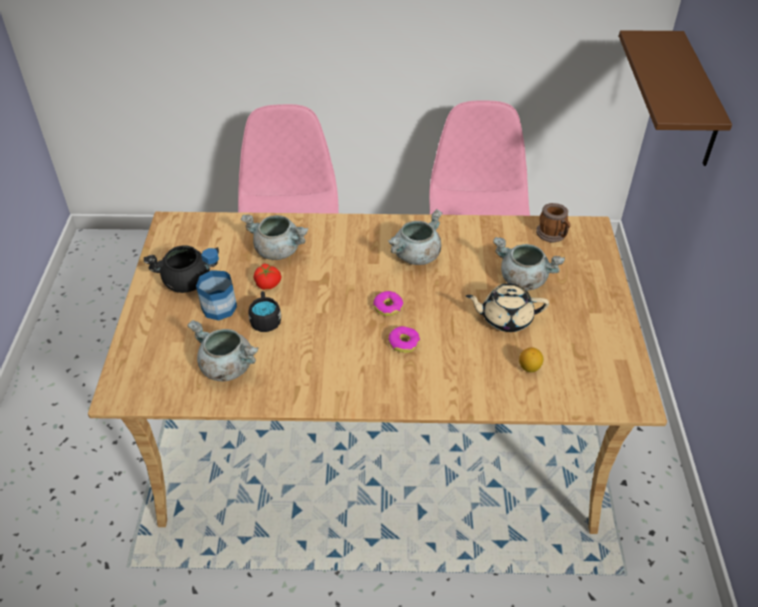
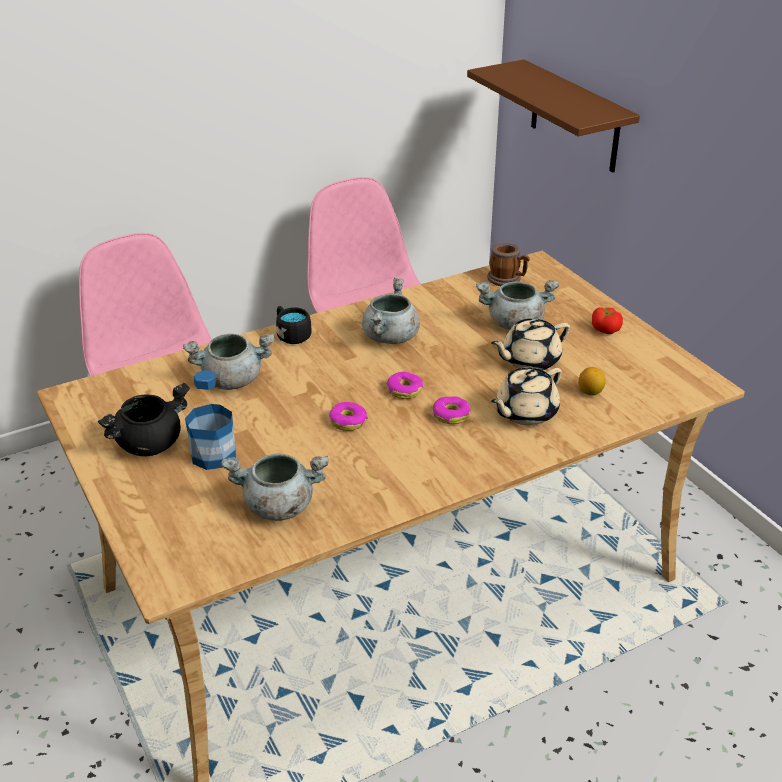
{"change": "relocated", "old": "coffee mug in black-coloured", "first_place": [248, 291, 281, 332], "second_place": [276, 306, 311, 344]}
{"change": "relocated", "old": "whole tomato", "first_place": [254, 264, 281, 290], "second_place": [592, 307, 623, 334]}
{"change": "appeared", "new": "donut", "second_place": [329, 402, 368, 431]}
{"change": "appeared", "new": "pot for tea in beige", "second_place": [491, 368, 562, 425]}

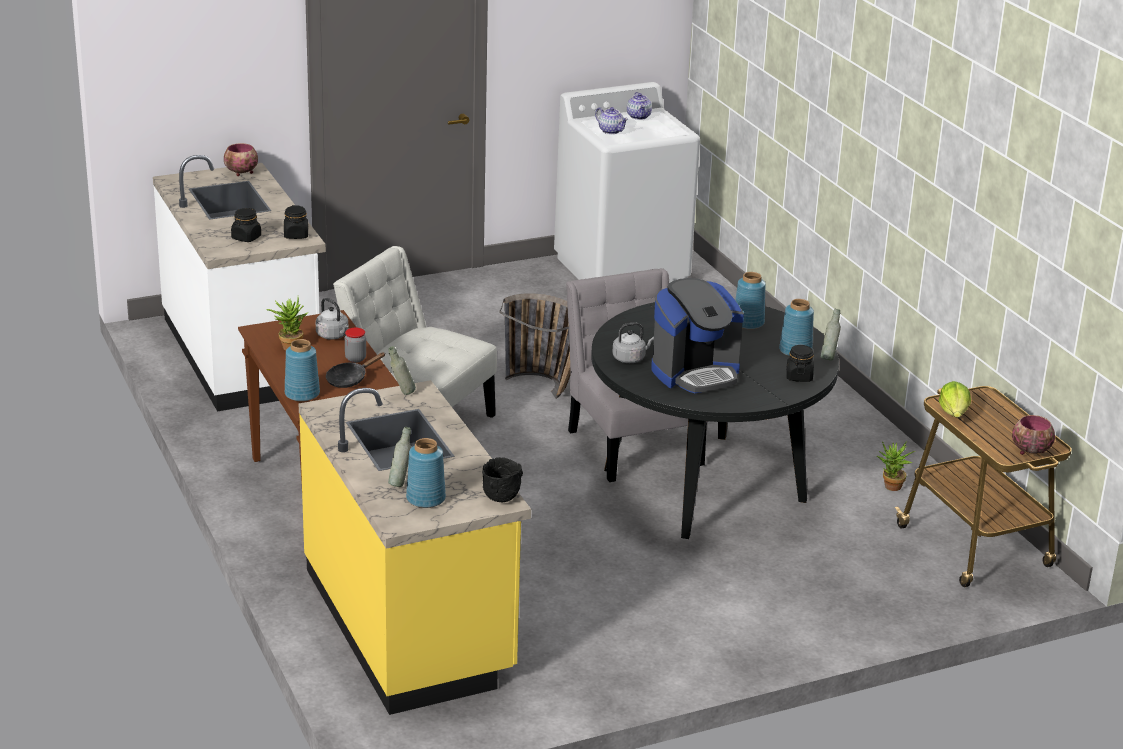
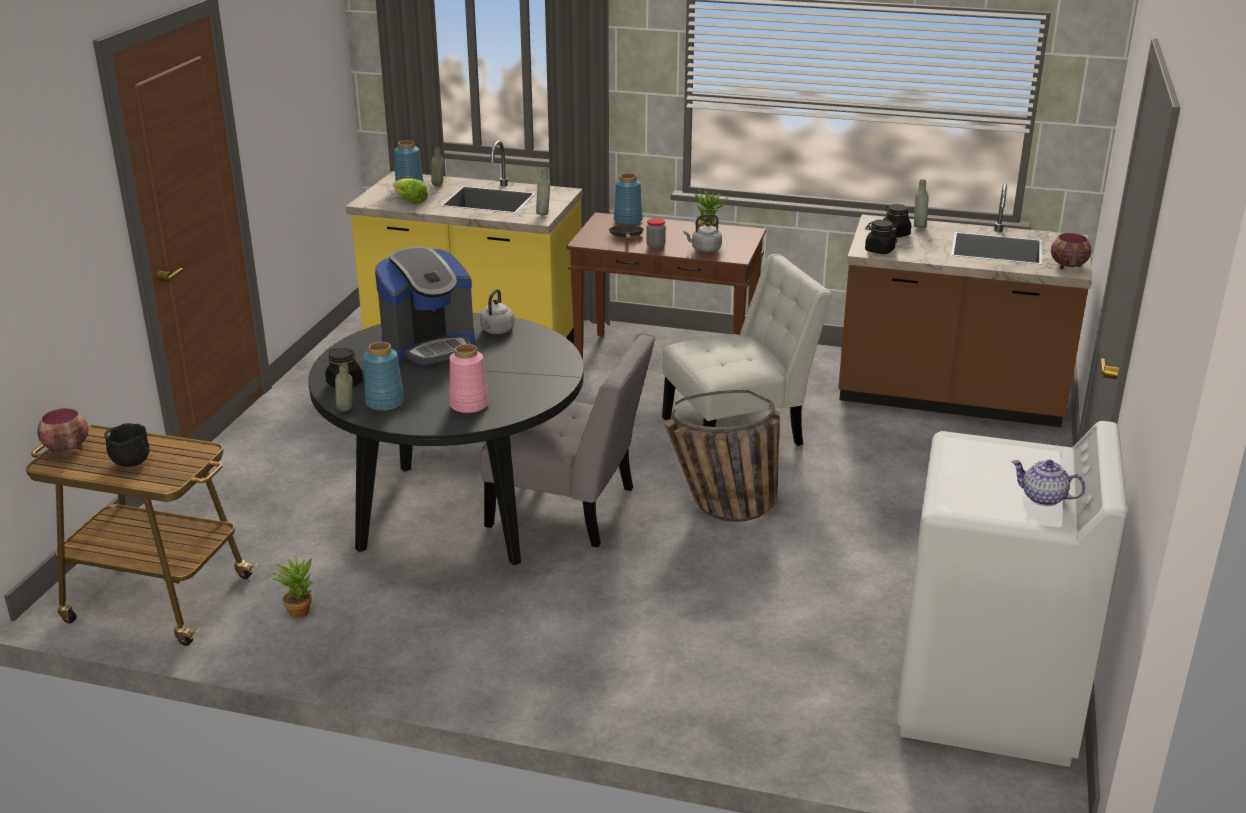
{"change": "colour", "old": "kitchen base unit in whitish", "new": "kitchen base unit in brownish", "first_place": [153, 155, 326, 412], "second_place": [838, 183, 1092, 427]}
{"change": "relocated", "old": "serving bowl in black-coloured", "first_place": [482, 457, 523, 502], "second_place": [104, 423, 150, 467]}
{"change": "missing", "old": "pot for tea", "first_place": [595, 107, 628, 134]}
{"change": "spun", "old": "coffee maker", "first_place": [651, 278, 744, 393], "second_place": [375, 246, 475, 366], "degrees": -135}
{"change": "colour", "old": "flower vase in blue-coloured", "new": "flower vase in pinkish", "first_place": [735, 272, 766, 329], "second_place": [449, 344, 489, 413]}
{"change": "relocated", "old": "lettuce head", "first_place": [939, 381, 971, 417], "second_place": [393, 178, 428, 204]}
{"change": "appeared", "new": "drink bottle in gray", "second_place": [914, 179, 929, 228]}

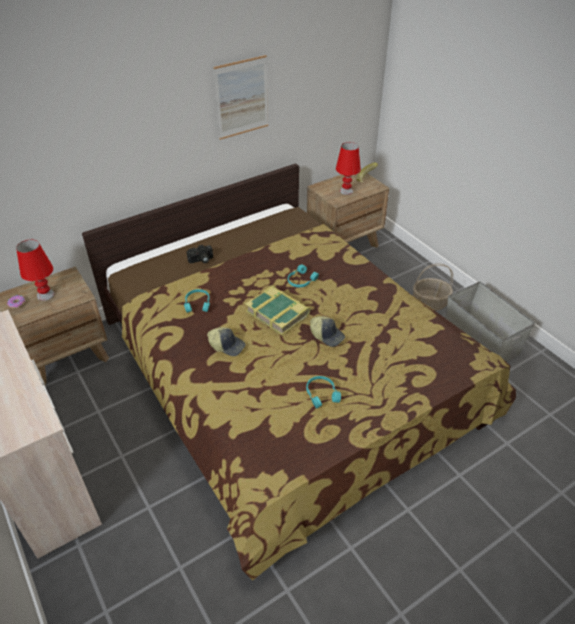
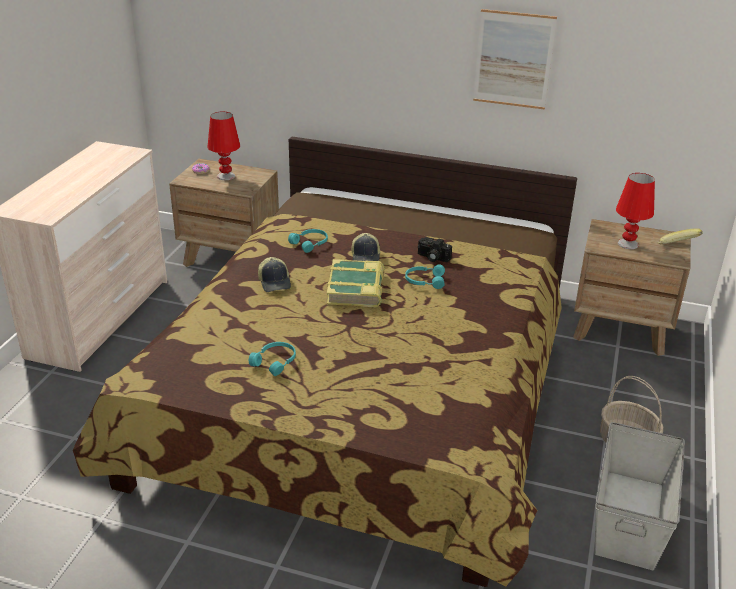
{"change": "relocated", "old": "still camera", "first_place": [186, 245, 213, 263], "second_place": [418, 237, 452, 262]}
{"change": "relocated", "old": "peaked cap", "first_place": [310, 316, 345, 347], "second_place": [352, 233, 380, 261]}

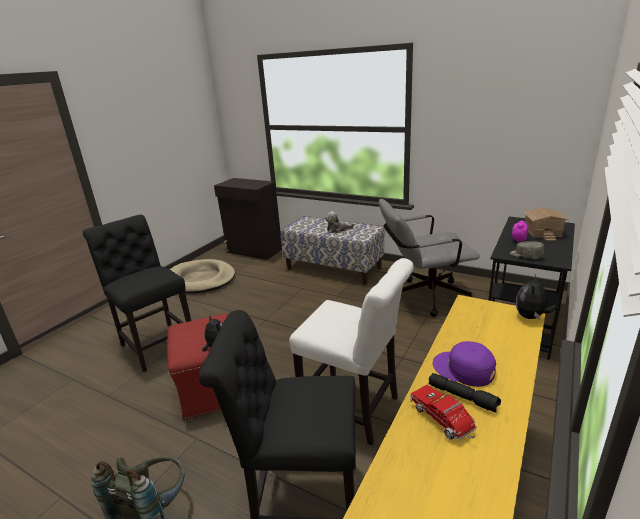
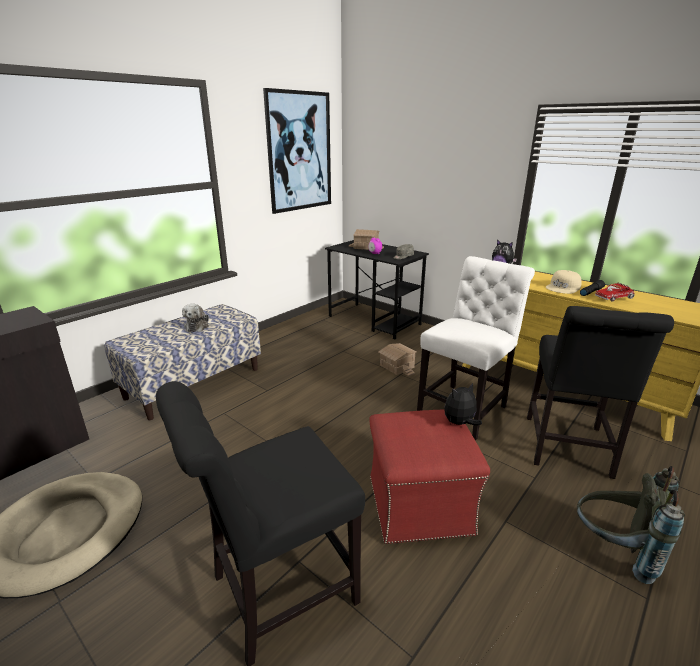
{"change": "missing", "old": "office chair in gray", "first_place": [379, 199, 480, 317]}
{"change": "colour", "old": "peaked cap in purple-coloured", "new": "peaked cap in beige", "first_place": [433, 341, 496, 387], "second_place": [546, 270, 582, 294]}
{"change": "appeared", "new": "picture", "second_place": [263, 88, 331, 214]}
{"change": "appeared", "new": "model house", "second_place": [378, 343, 417, 376]}

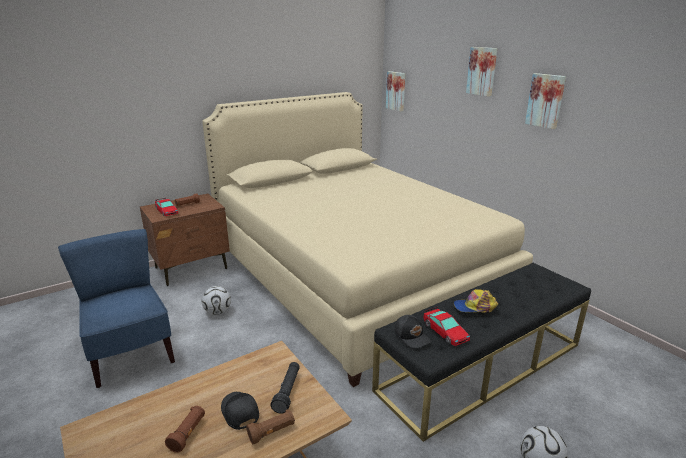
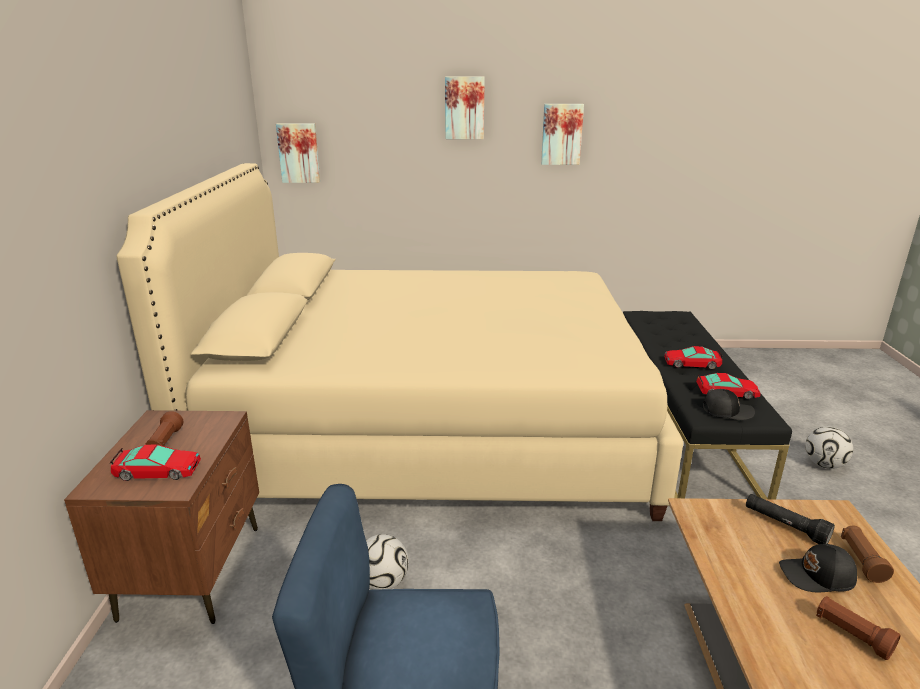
{"change": "exchanged", "old": "peaked cap", "new": "toy car", "first_place": [454, 289, 498, 313], "second_place": [664, 346, 723, 369]}

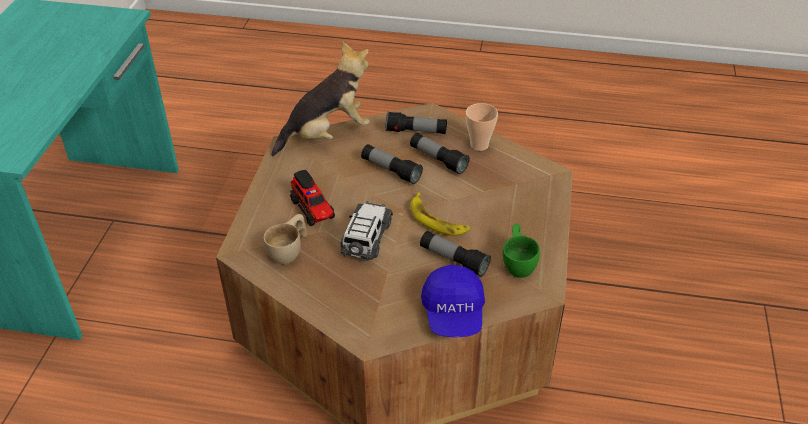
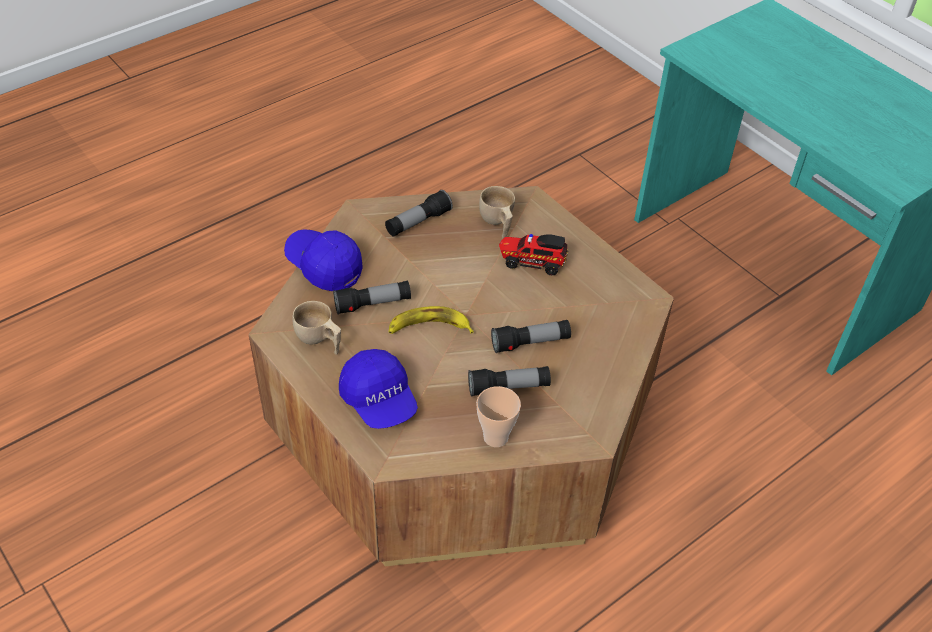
{"change": "missing", "old": "cuddly toy", "first_place": [271, 42, 370, 156]}
{"change": "missing", "old": "toy car", "first_place": [340, 201, 393, 262]}
{"change": "relocated", "old": "flashlight", "first_place": [386, 111, 447, 134], "second_place": [385, 190, 453, 237]}
{"change": "colour", "old": "small cup in greenish", "new": "small cup in beige", "first_place": [503, 224, 540, 278], "second_place": [293, 301, 341, 355]}
{"change": "appeared", "new": "peaked cap in blue-coloured", "second_place": [339, 349, 418, 429]}

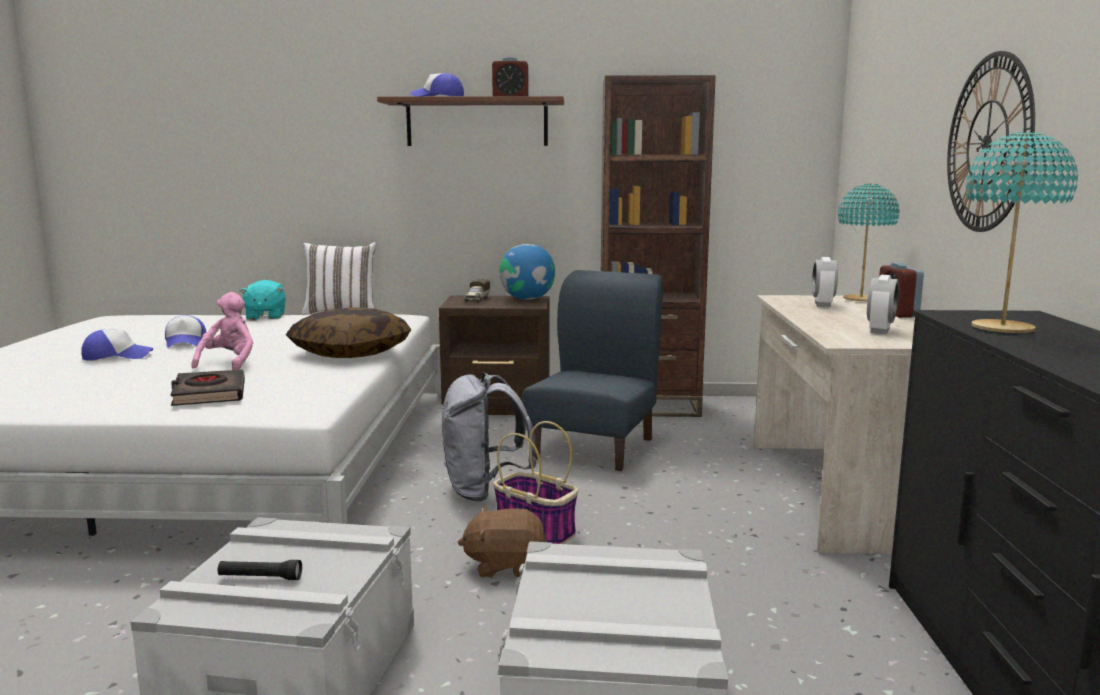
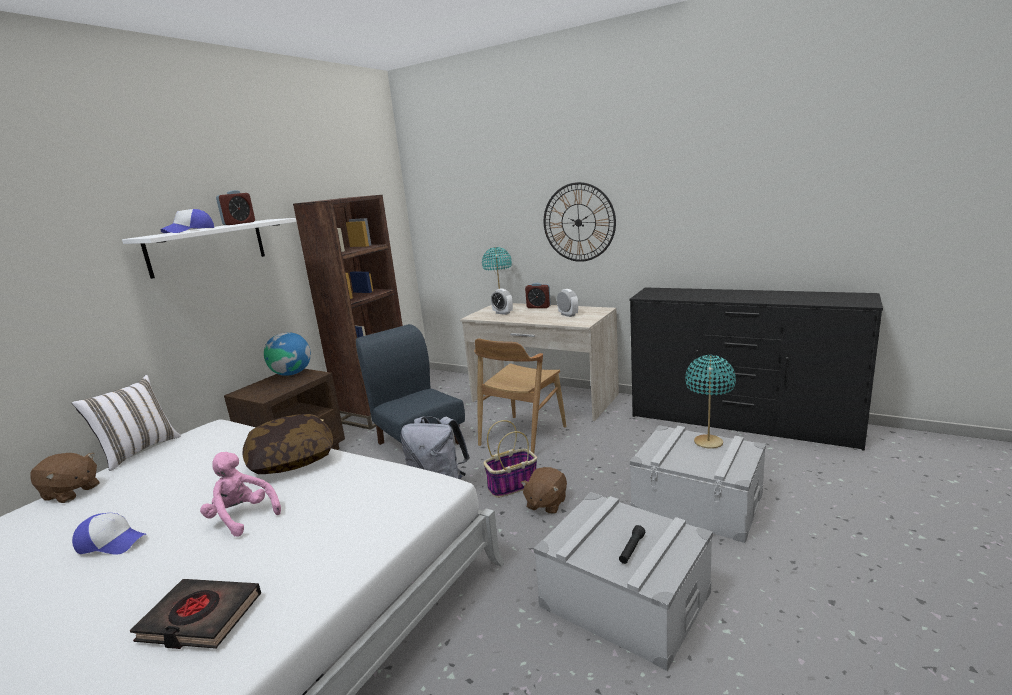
{"change": "missing", "old": "peaked cap", "first_place": [81, 329, 153, 361]}
{"change": "relocated", "old": "volume in black-coloured", "first_place": [171, 370, 245, 406], "second_place": [130, 579, 261, 649]}
{"change": "colour", "old": "cuddly toy in turquoise-coloured", "new": "cuddly toy in brownish", "first_place": [239, 280, 286, 320], "second_place": [30, 453, 100, 503]}
{"change": "colour", "old": "shelf in brownish", "new": "shelf in whitish", "first_place": [377, 96, 564, 146], "second_place": [122, 218, 296, 279]}
{"change": "missing", "old": "model truck", "first_place": [464, 279, 490, 302]}
{"change": "relocated", "old": "lamp for a table in turquoise-coloured", "first_place": [965, 132, 1078, 333], "second_place": [685, 355, 736, 449]}
{"change": "appeared", "new": "plain chair in brownish", "second_place": [474, 338, 567, 453]}

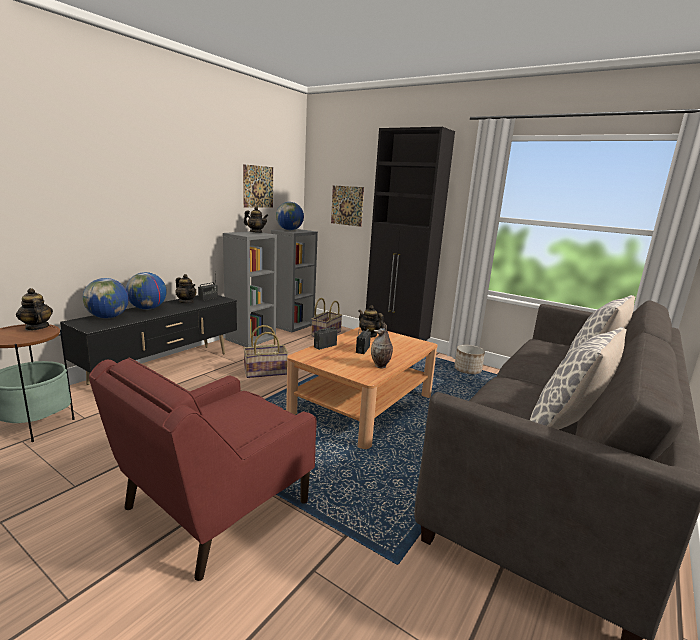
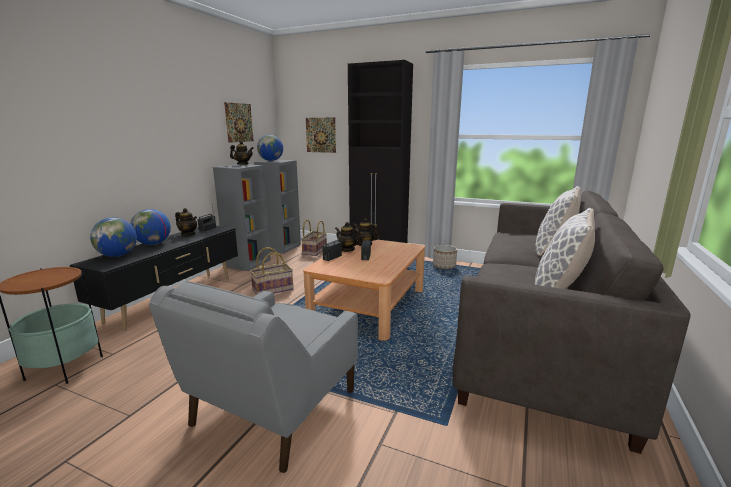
{"change": "relocated", "old": "pot for tea", "first_place": [16, 288, 53, 330], "second_place": [335, 222, 361, 252]}
{"change": "colour", "old": "armchair in red", "new": "armchair in gray", "first_place": [89, 358, 316, 581], "second_place": [149, 281, 358, 473]}
{"change": "missing", "old": "flower vase", "first_place": [371, 322, 393, 368]}

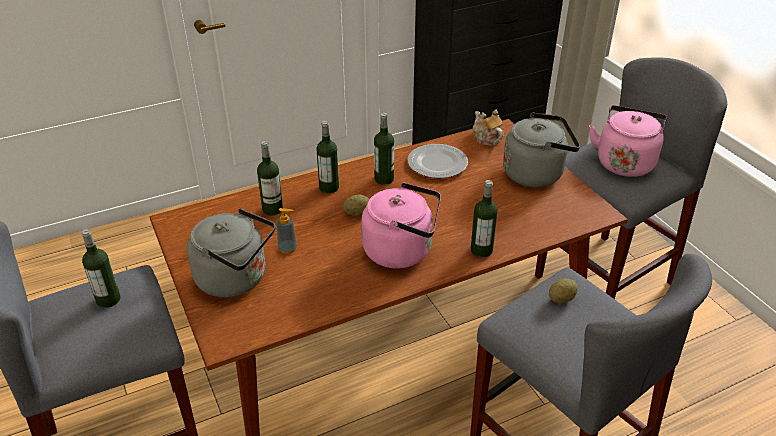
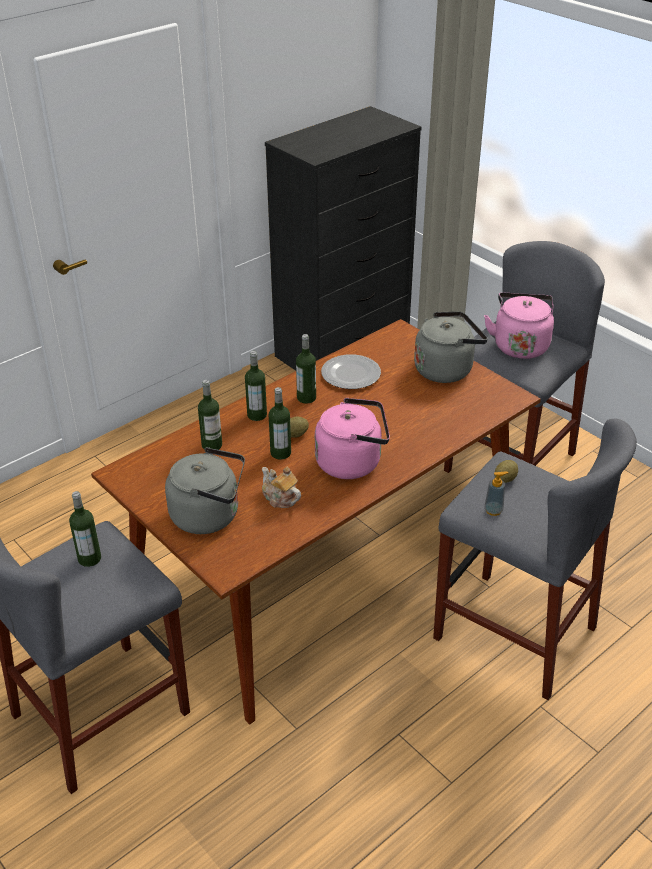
{"change": "relocated", "old": "soap bottle", "first_place": [276, 208, 297, 254], "second_place": [484, 472, 508, 516]}
{"change": "relocated", "old": "drink bottle", "first_place": [471, 180, 498, 257], "second_place": [269, 387, 291, 460]}
{"change": "relocated", "old": "pot for tea", "first_place": [473, 109, 504, 146], "second_place": [262, 467, 301, 508]}

